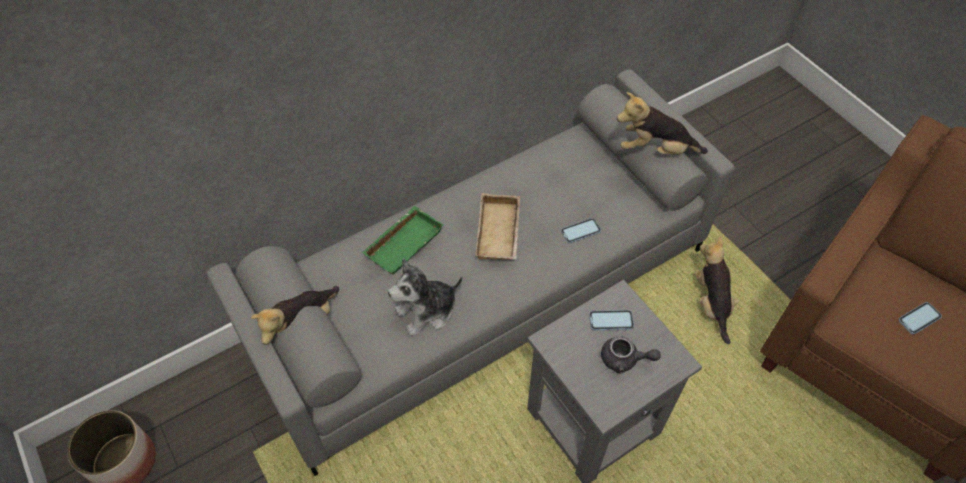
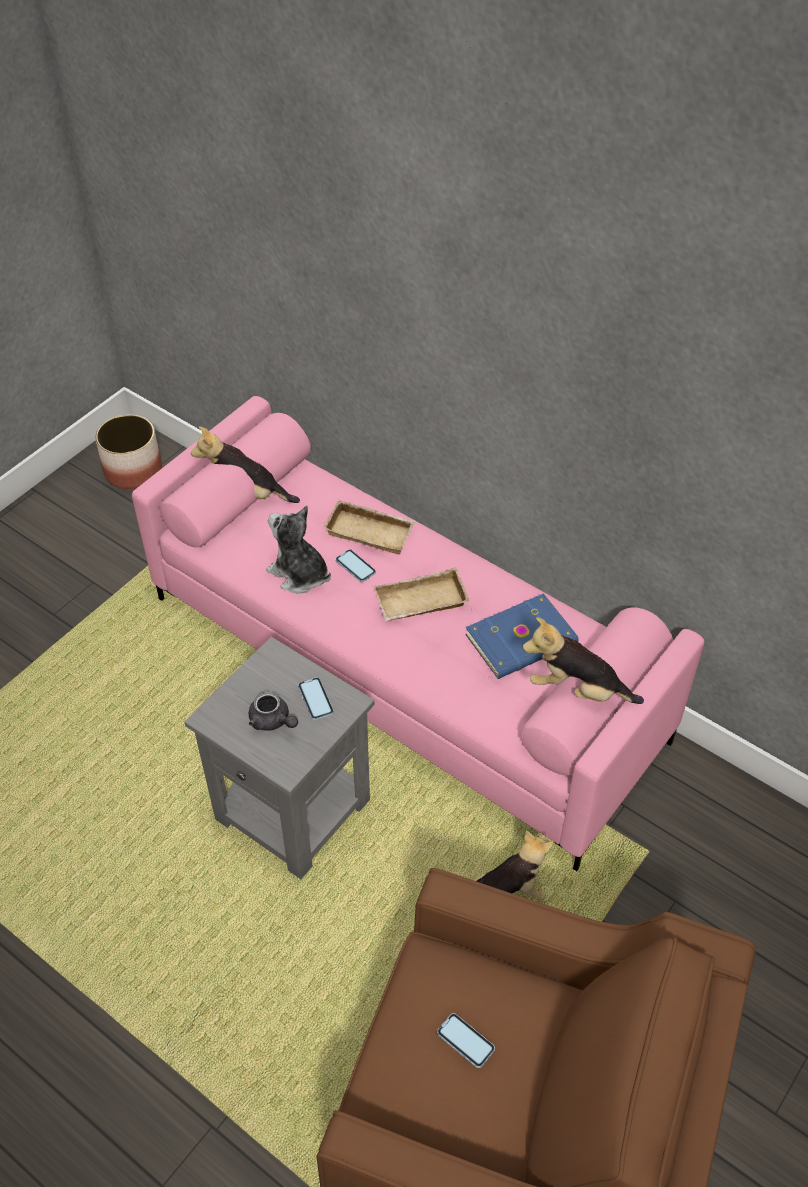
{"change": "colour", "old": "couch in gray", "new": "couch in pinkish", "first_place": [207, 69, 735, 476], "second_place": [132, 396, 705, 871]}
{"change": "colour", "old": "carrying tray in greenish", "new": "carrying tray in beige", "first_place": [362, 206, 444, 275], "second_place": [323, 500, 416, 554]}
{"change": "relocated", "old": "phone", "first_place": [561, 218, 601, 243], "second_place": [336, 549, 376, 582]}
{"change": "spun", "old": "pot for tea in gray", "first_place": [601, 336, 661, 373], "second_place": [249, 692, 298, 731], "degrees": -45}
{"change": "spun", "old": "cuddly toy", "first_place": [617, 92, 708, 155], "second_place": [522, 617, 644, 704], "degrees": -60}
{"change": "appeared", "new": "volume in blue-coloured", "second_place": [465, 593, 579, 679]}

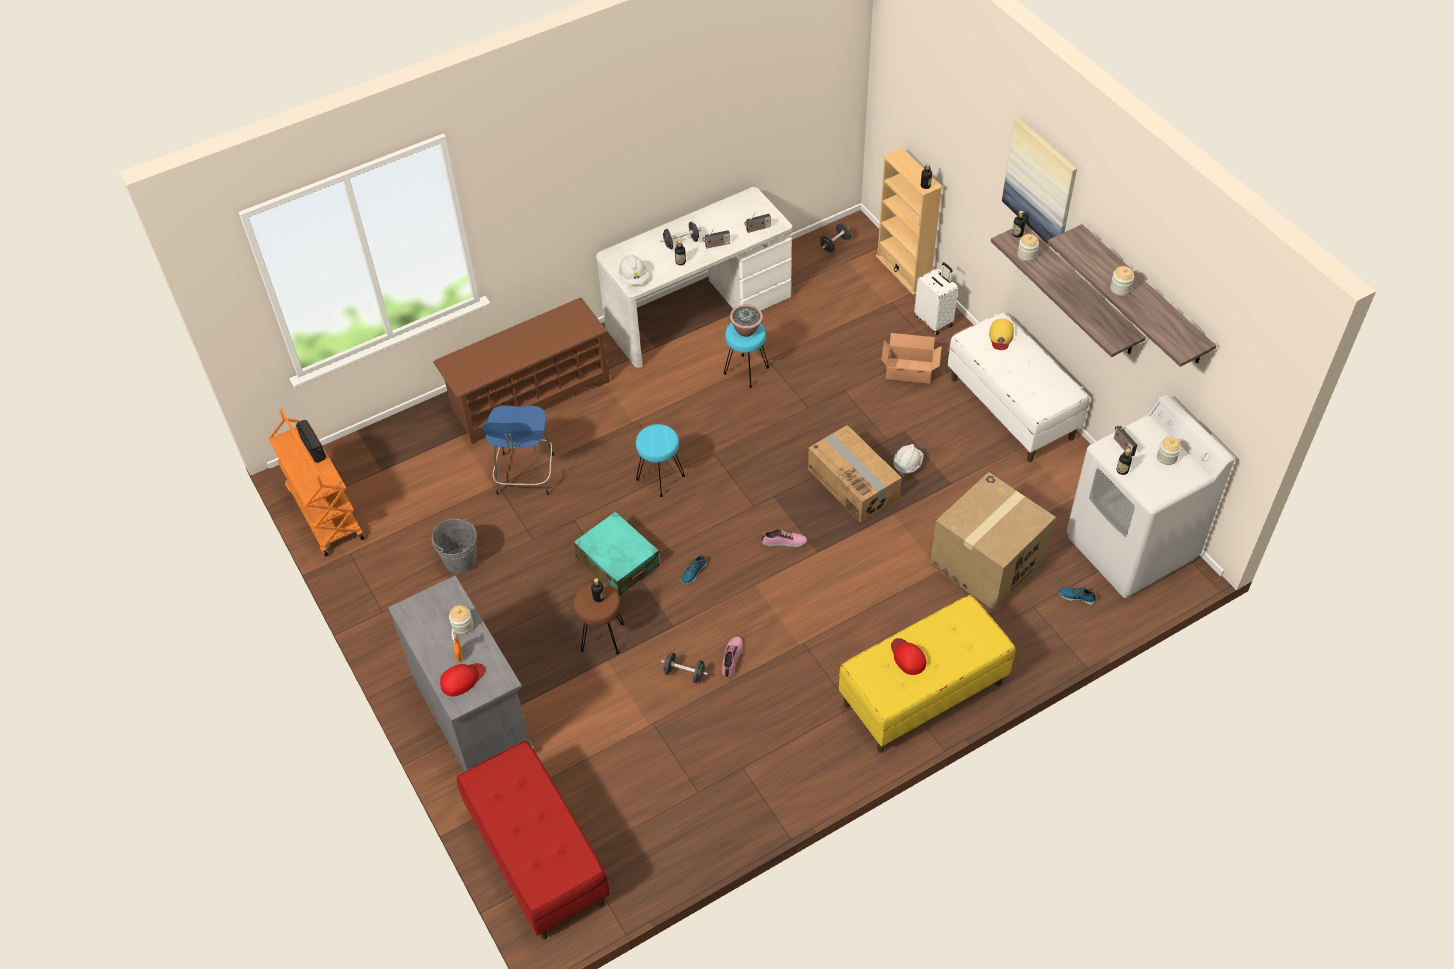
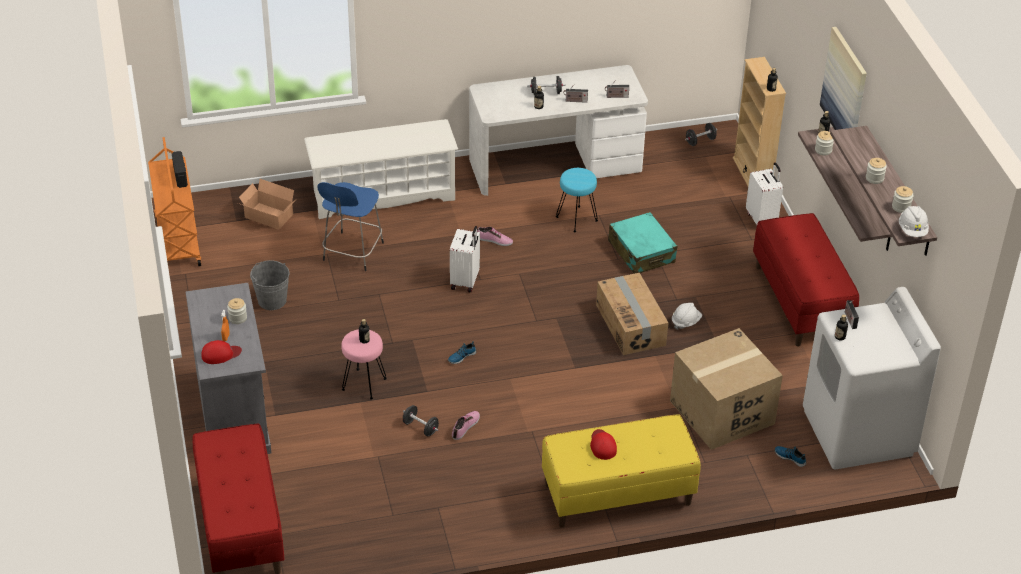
{"change": "colour", "old": "shoe stand in brownish", "new": "shoe stand in whitish", "first_place": [433, 298, 610, 444], "second_place": [304, 119, 458, 219]}
{"change": "colour", "old": "stool in brownish", "new": "stool in pinkish", "first_place": [573, 583, 624, 654], "second_place": [341, 329, 387, 399]}
{"change": "relocated", "old": "piece of luggage in turquoise-coloured", "first_place": [574, 511, 660, 596], "second_place": [608, 212, 677, 274]}
{"change": "relocated", "old": "hard hat in whitish", "first_place": [619, 255, 647, 285], "second_place": [899, 206, 929, 237]}
{"change": "exchanged", "old": "stool in turquoise-coloured", "new": "piece of luggage in whitish", "first_place": [636, 424, 685, 497], "second_place": [450, 226, 480, 292]}
{"change": "missing", "old": "potted plant", "first_place": [730, 304, 763, 337]}
{"change": "relocated", "old": "low shoe", "first_place": [762, 529, 807, 547], "second_place": [477, 227, 513, 246]}
{"change": "relocated", "old": "packing box", "first_place": [882, 333, 942, 383], "second_place": [238, 179, 297, 230]}
{"change": "colour", "old": "long seat in whitish", "new": "long seat in red", "first_place": [948, 312, 1089, 462], "second_place": [753, 213, 859, 346]}
{"change": "missing", "old": "peaked cap in yellow-coloured", "first_place": [989, 319, 1014, 350]}
{"change": "relocated", "old": "jar", "first_place": [1157, 437, 1181, 465], "second_place": [892, 186, 914, 213]}

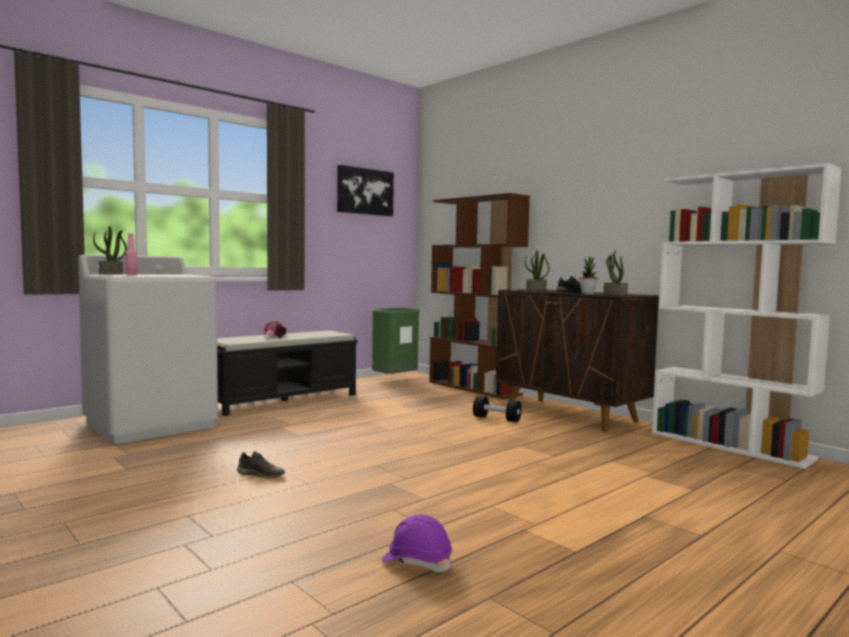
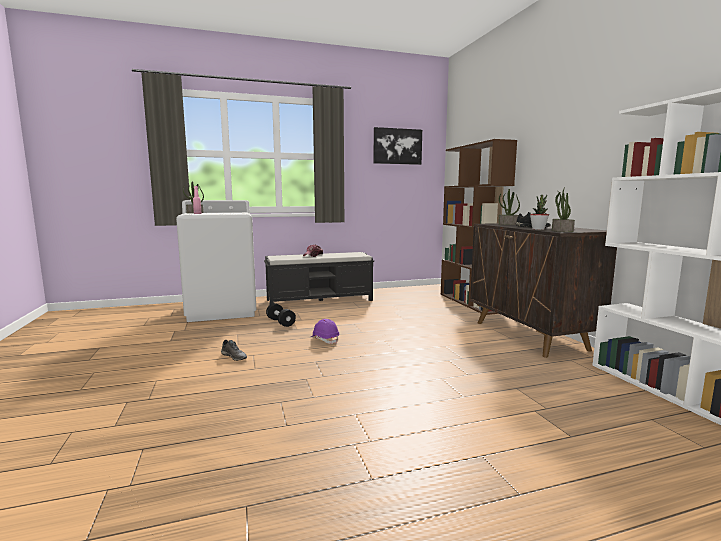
{"change": "missing", "old": "trash can in greenish", "first_place": [372, 308, 420, 374]}
{"change": "relocated", "old": "hard hat in purple-coloured", "first_place": [382, 514, 452, 572], "second_place": [311, 319, 339, 344]}
{"change": "relocated", "old": "dumbbell in black-coloured", "first_place": [473, 396, 522, 422], "second_place": [266, 303, 296, 327]}

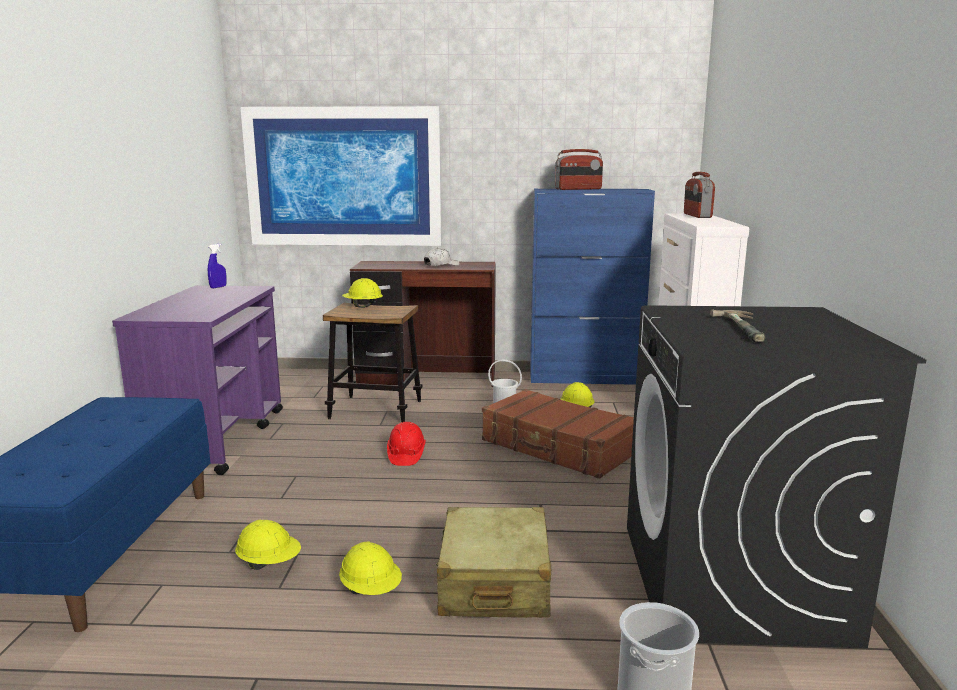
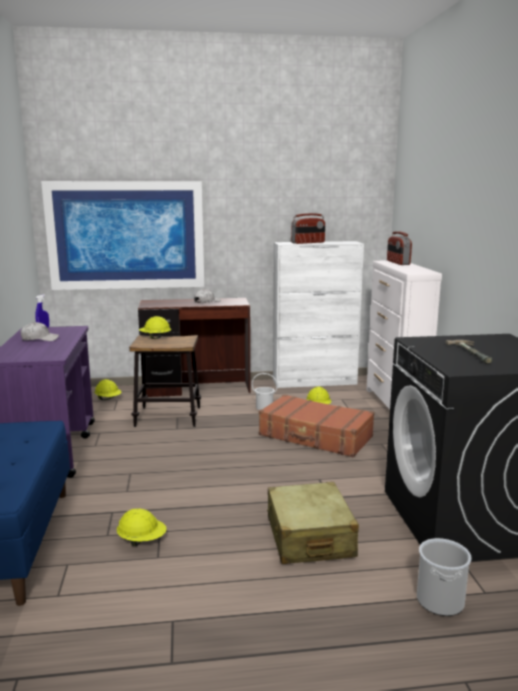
{"change": "relocated", "old": "hard hat in yellow-coloured", "first_place": [339, 542, 402, 595], "second_place": [95, 379, 122, 400]}
{"change": "missing", "old": "hard hat in red", "first_place": [387, 422, 426, 466]}
{"change": "colour", "old": "cabinet in blue-coloured", "new": "cabinet in whitish", "first_place": [530, 189, 655, 385], "second_place": [273, 241, 364, 388]}
{"change": "appeared", "new": "peaked cap in whitish", "second_place": [20, 322, 59, 341]}

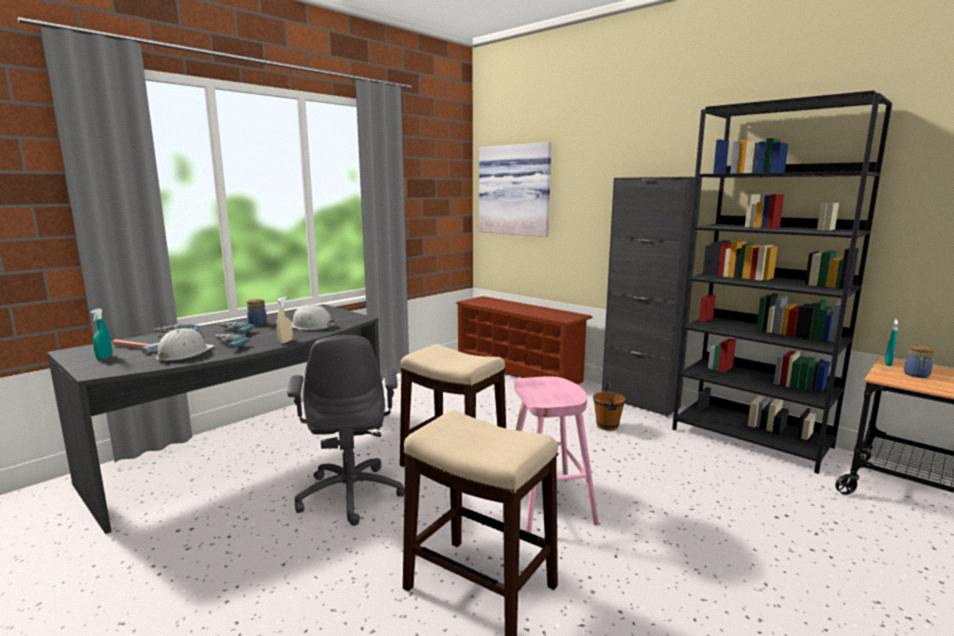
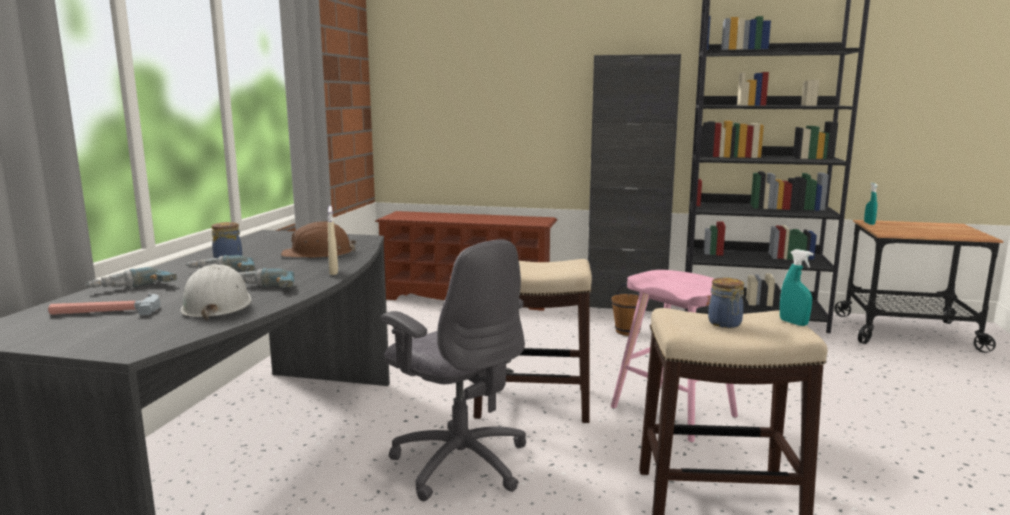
{"change": "relocated", "old": "sprayer in turquoise-coloured", "first_place": [91, 308, 112, 360], "second_place": [780, 249, 814, 326]}
{"change": "colour", "old": "hard hat in whitish", "new": "hard hat in brownish", "first_place": [292, 305, 335, 330], "second_place": [281, 221, 357, 258]}
{"change": "missing", "old": "picture", "first_place": [479, 142, 551, 237]}
{"change": "relocated", "old": "jar", "first_place": [904, 345, 935, 378], "second_place": [708, 278, 744, 328]}

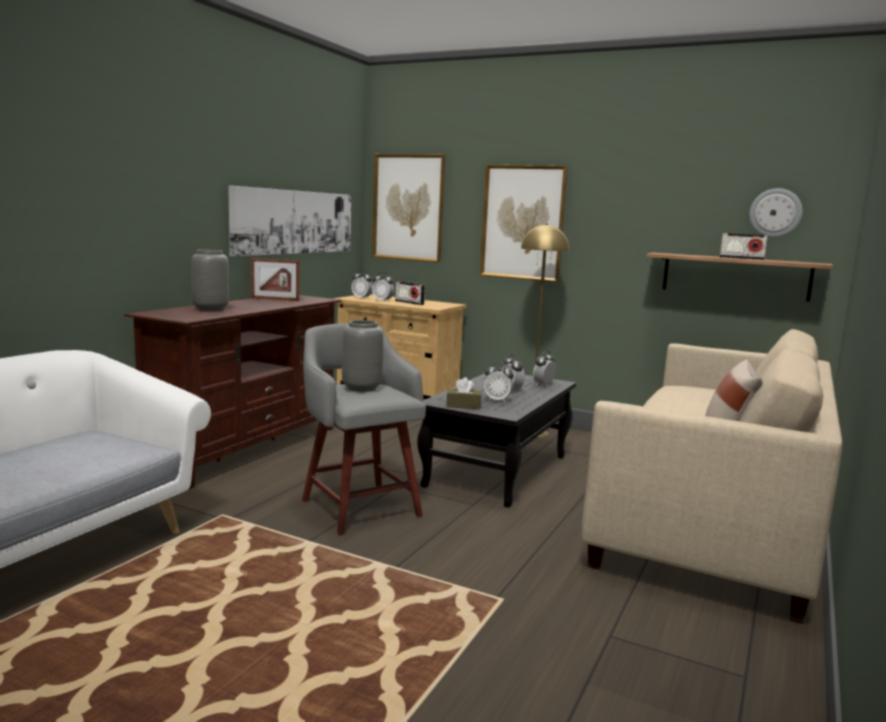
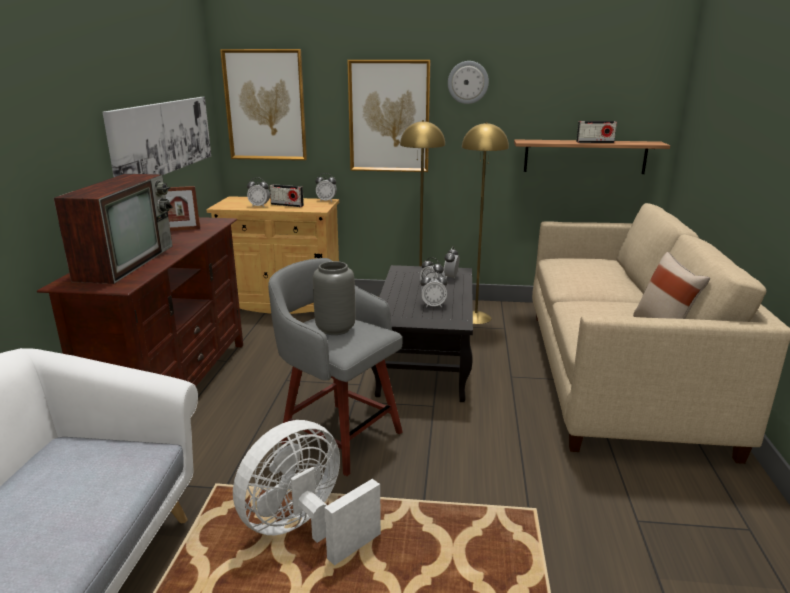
{"change": "exchanged", "old": "flower vase in gray", "new": "television", "first_place": [191, 250, 229, 311], "second_place": [54, 174, 173, 284]}
{"change": "relocated", "old": "table clock", "first_place": [351, 270, 373, 298], "second_place": [315, 173, 337, 202]}
{"change": "missing", "old": "box of tissues in brownish", "first_place": [446, 377, 481, 409]}
{"change": "relocated", "old": "hanging clock", "first_place": [749, 188, 803, 238], "second_place": [448, 61, 489, 104]}
{"change": "appeared", "new": "fan in whitish", "second_place": [233, 420, 381, 566]}
{"change": "appeared", "new": "standing lamp in yellow-coloured", "second_place": [462, 122, 509, 324]}

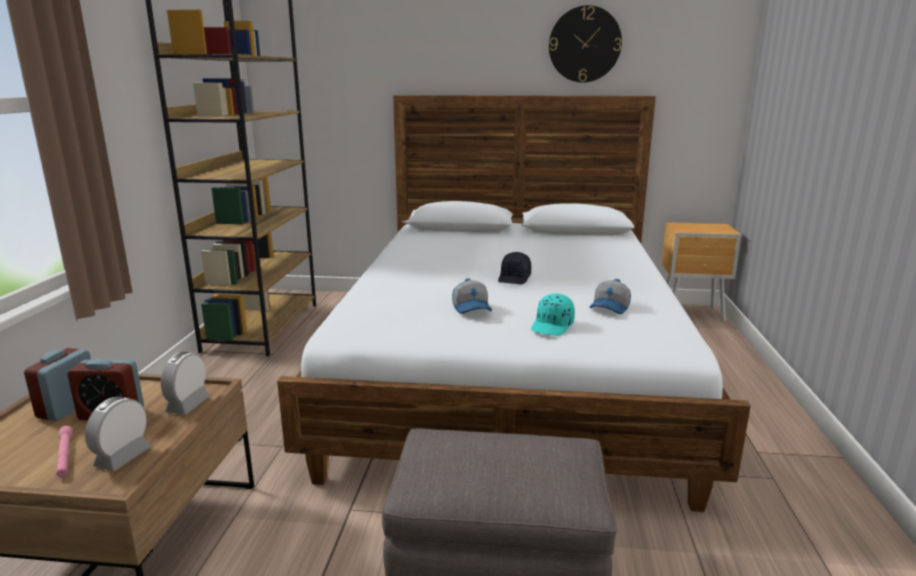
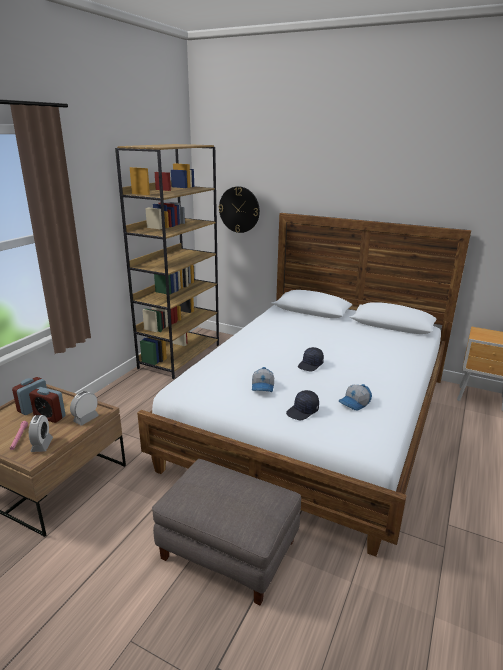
{"change": "spun", "old": "table clock", "first_place": [85, 396, 151, 471], "second_place": [29, 415, 53, 452], "degrees": 135}
{"change": "colour", "old": "peaked cap in turquoise-coloured", "new": "peaked cap in black-coloured", "first_place": [531, 294, 575, 336], "second_place": [286, 390, 319, 420]}
{"change": "relocated", "old": "hanging clock", "first_place": [549, 5, 622, 82], "second_place": [219, 186, 260, 233]}

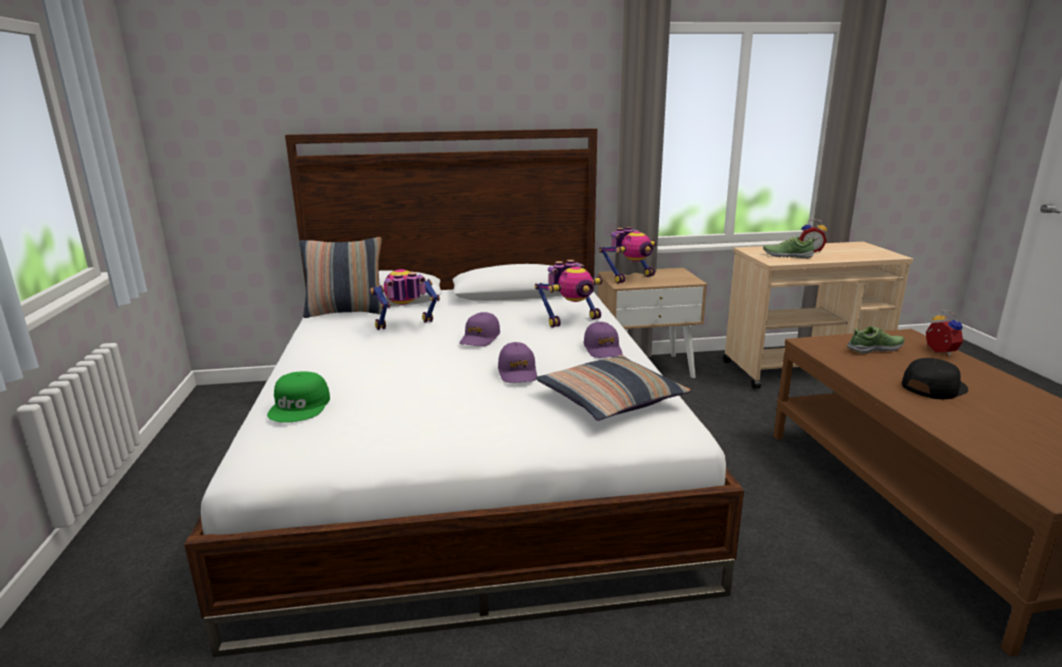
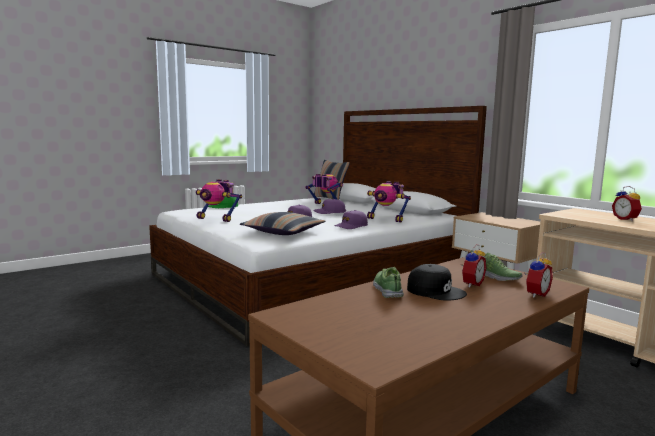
{"change": "relocated", "old": "toy robot", "first_place": [599, 227, 656, 284], "second_place": [196, 179, 242, 222]}
{"change": "relocated", "old": "low shoe", "first_place": [763, 236, 816, 259], "second_place": [373, 267, 404, 298]}
{"change": "appeared", "new": "table clock", "second_place": [460, 244, 486, 288]}

